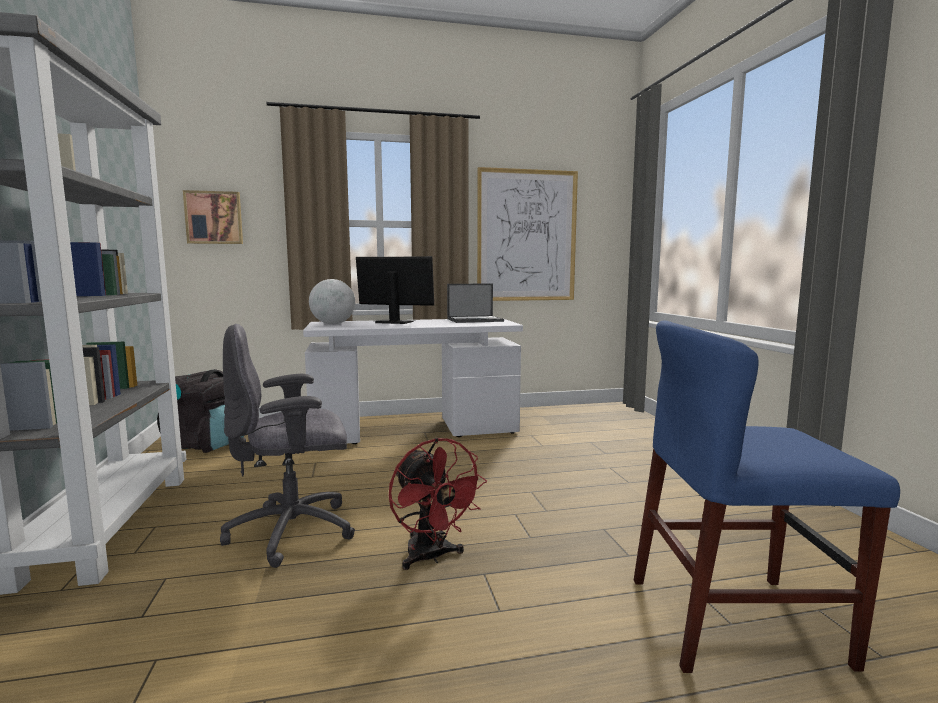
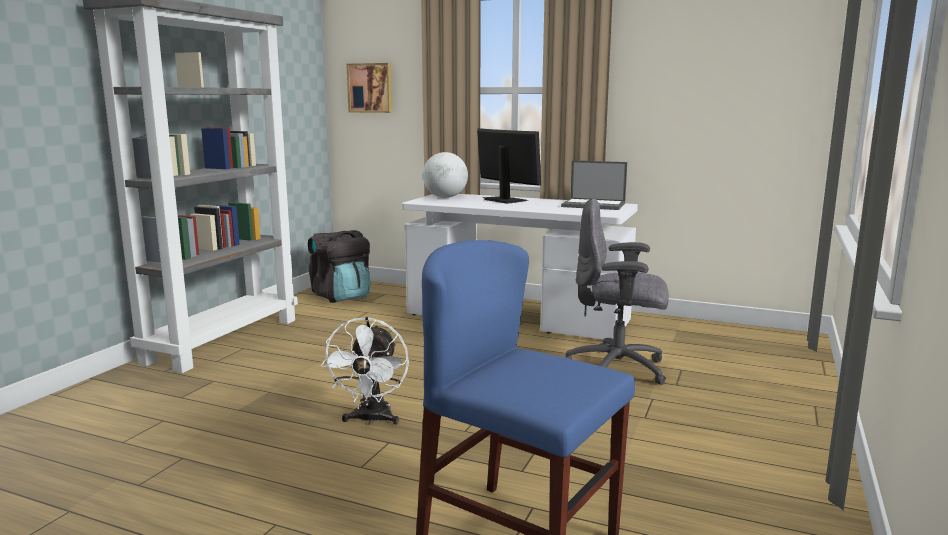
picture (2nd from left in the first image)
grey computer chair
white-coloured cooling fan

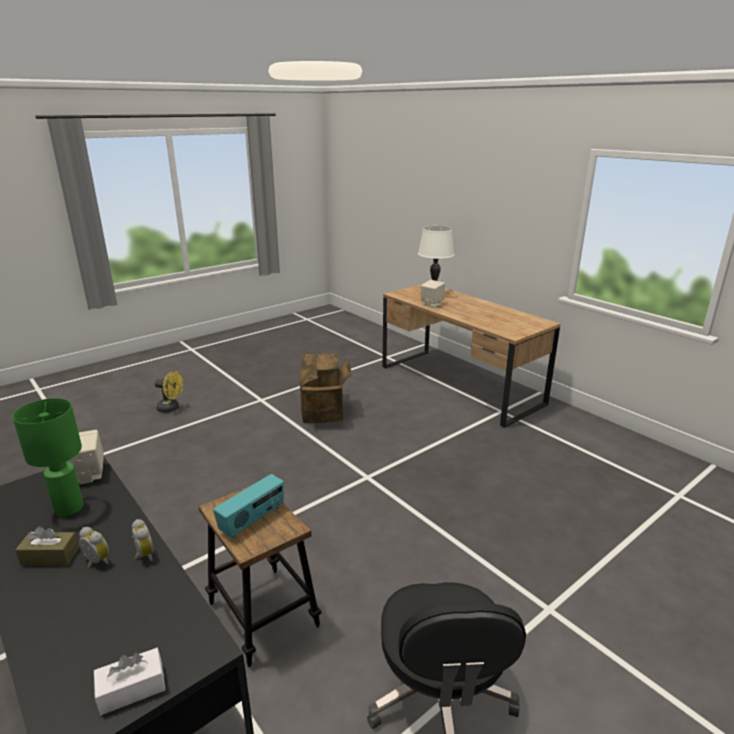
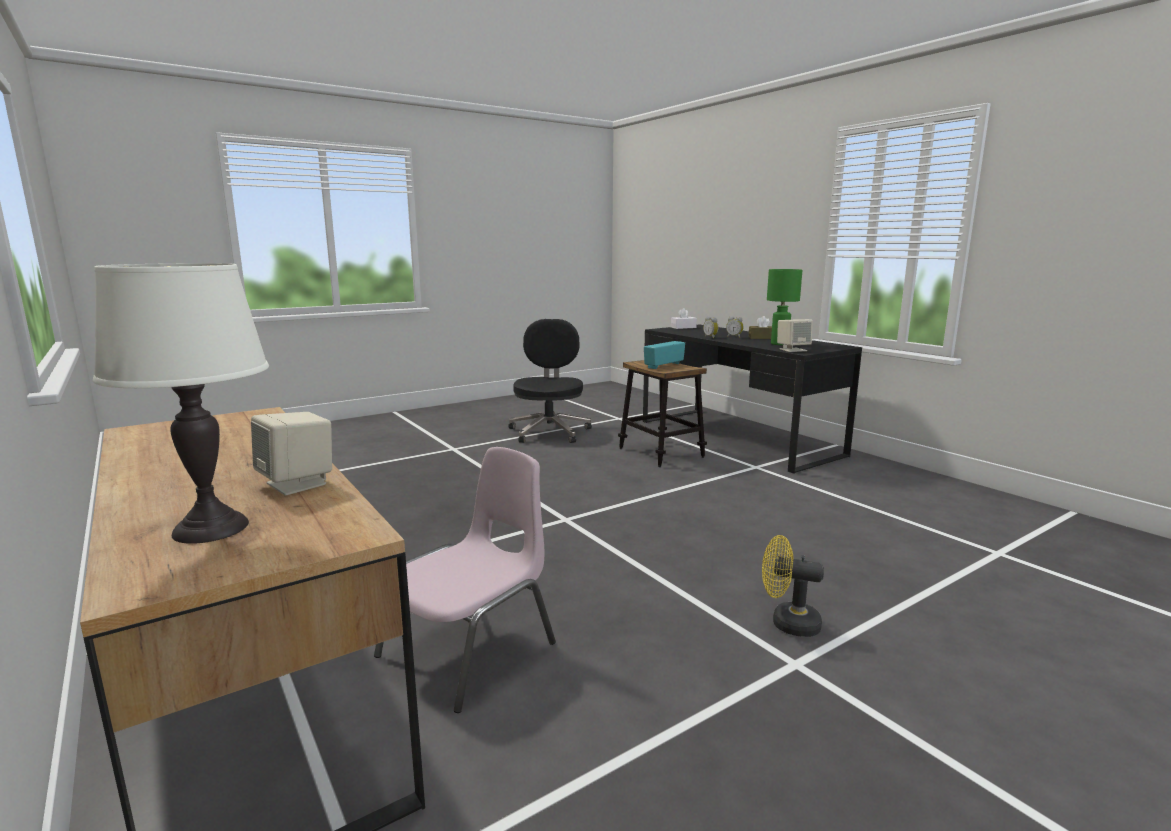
packing box
yellow cooling fan
pink-coloured chair

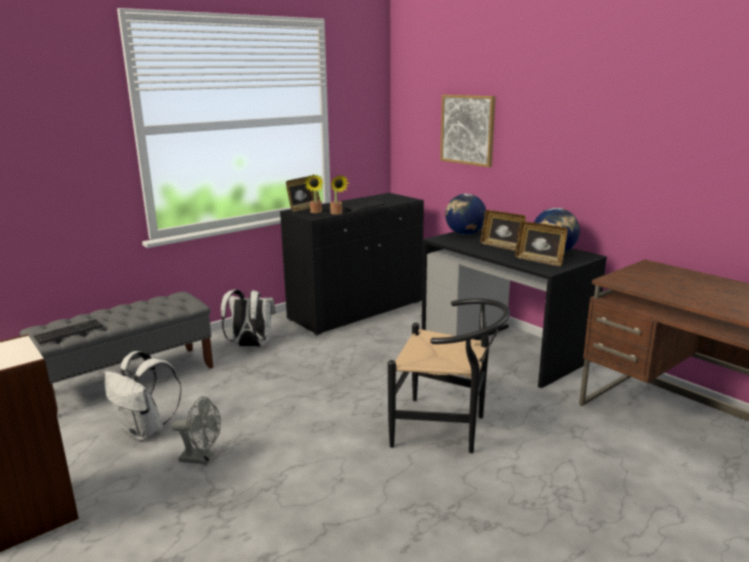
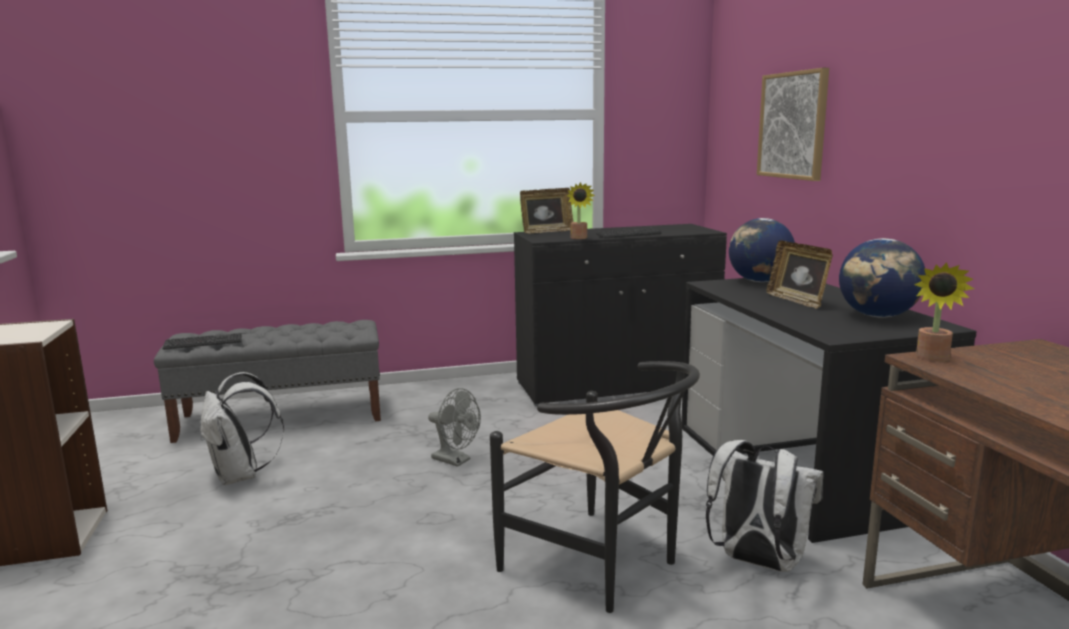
plant in a pot (2nd from left)
picture frame (3rd from left in the first image)
white-coloured rucksack (2nd from left)
grey cooling fan

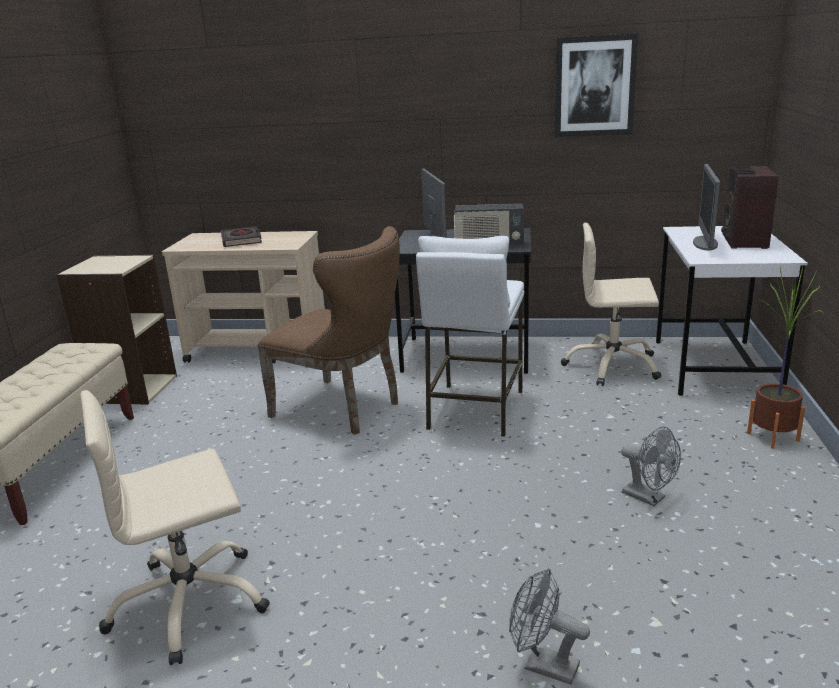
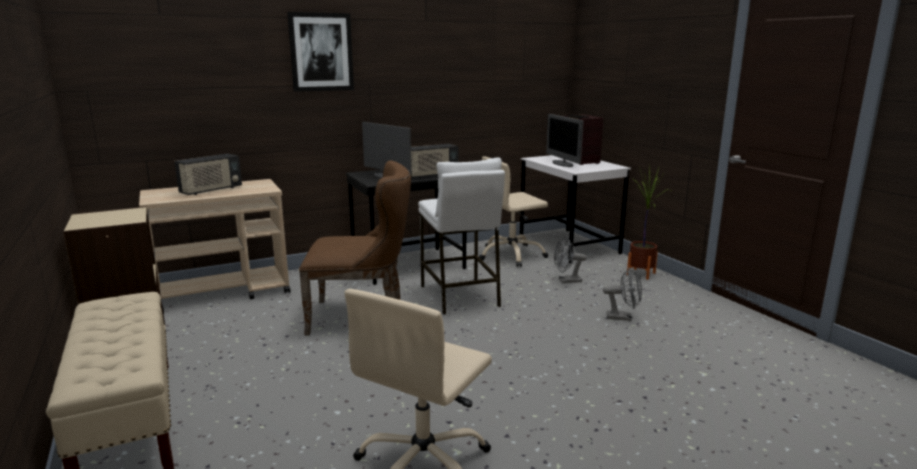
picture
radio (1st from left)
grey cooling fan (1st from left)

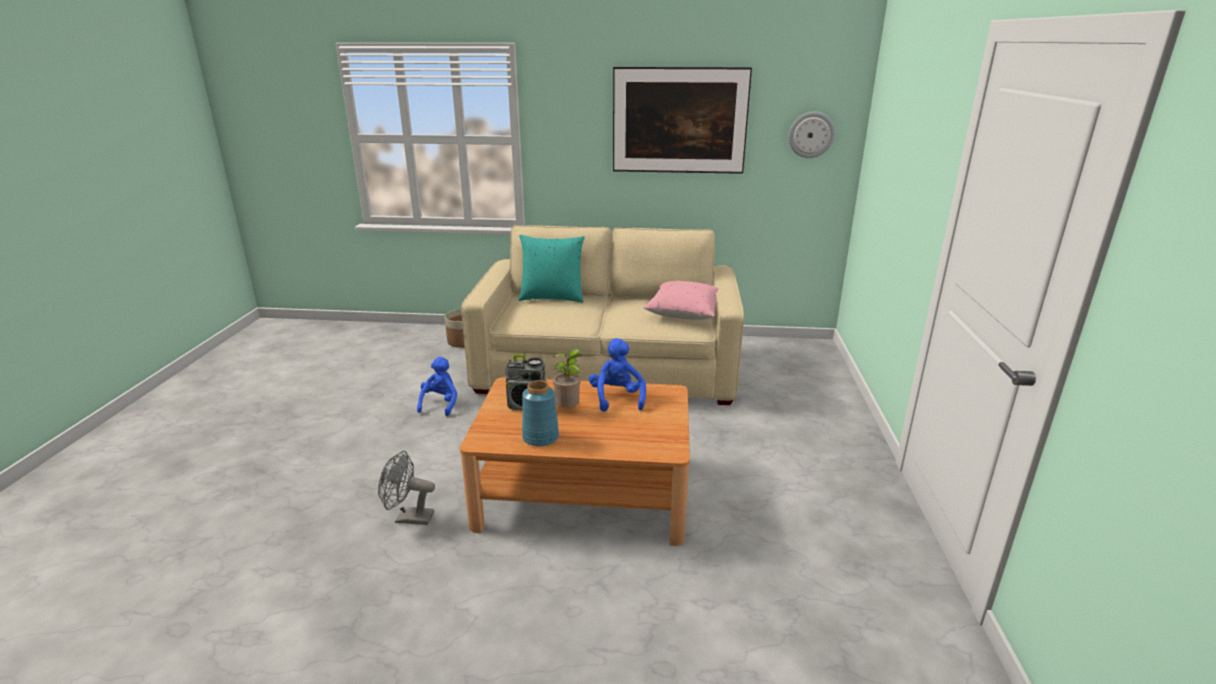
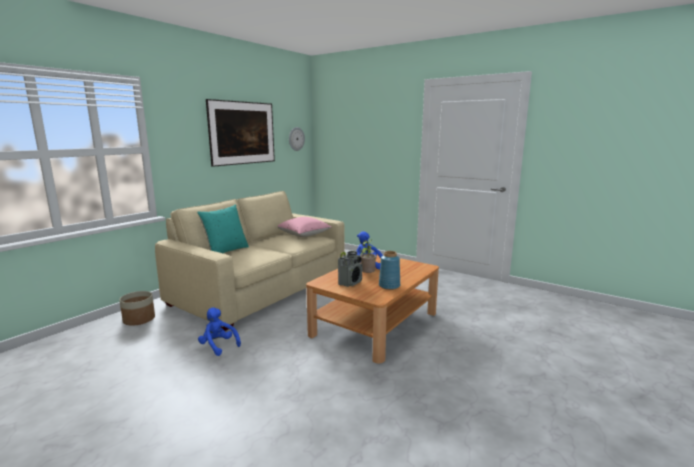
grey cooling fan

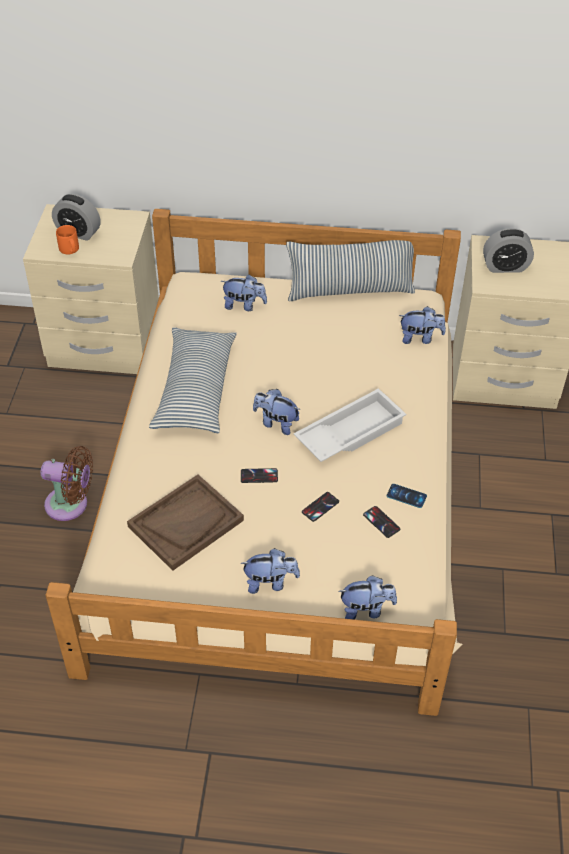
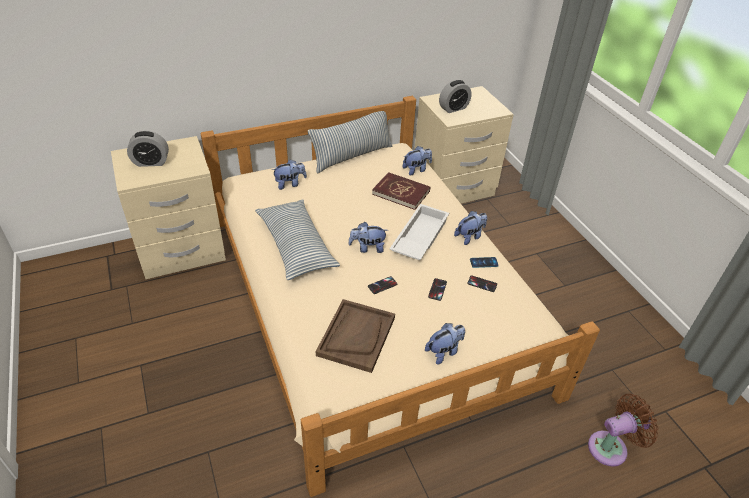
orangey tea mug
brown-coloured cooling fan
plush toy (5th from left)
red volume

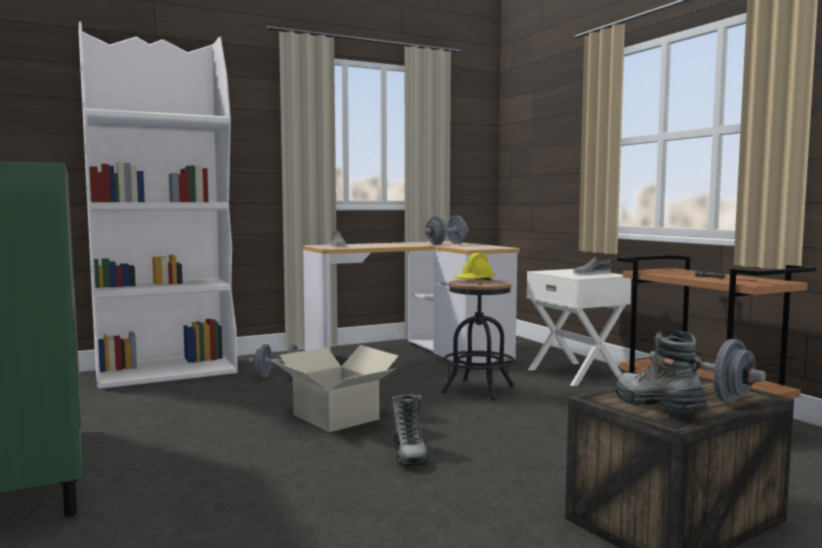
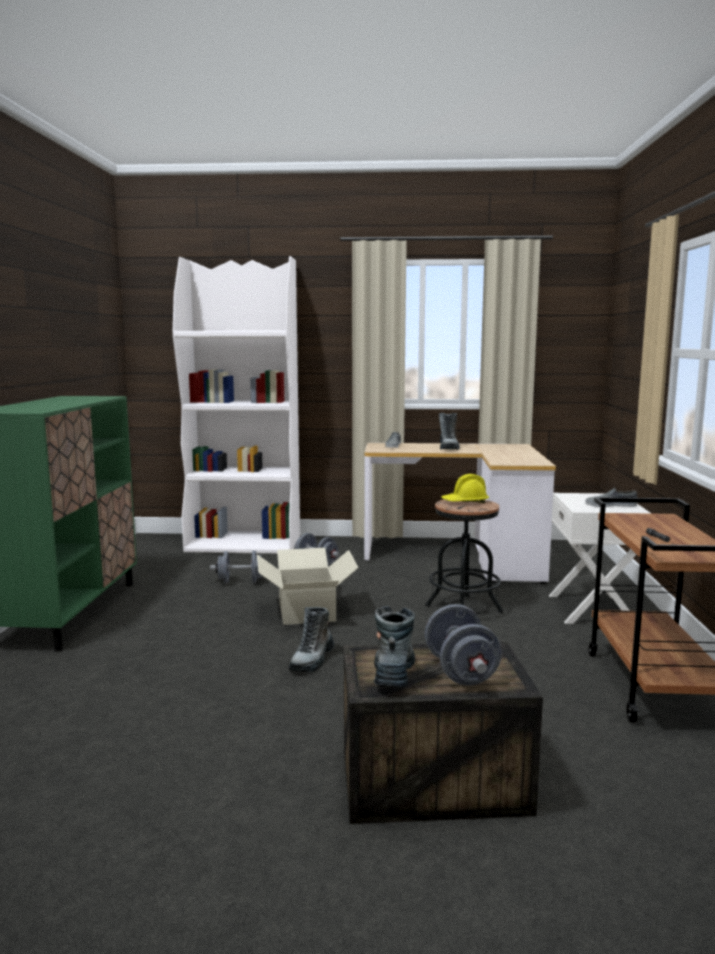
grey free weight (1st from left)
high-top boot (3rd from left)

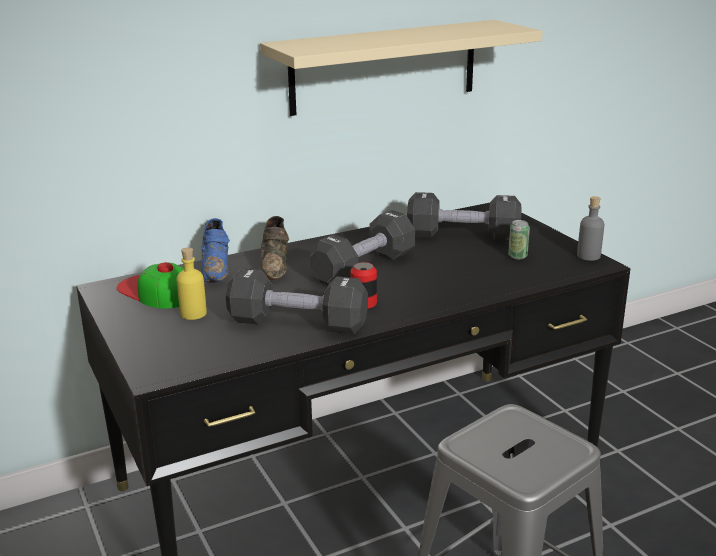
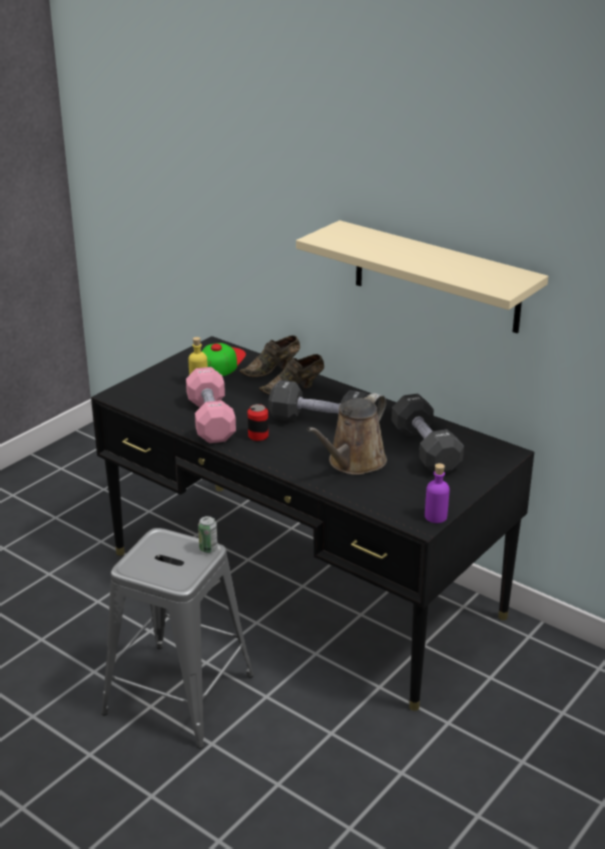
purple bottle
brown-coloured item of footwear (1st from left)
sealed can (1st from left)
pink-coloured free weight
brown-coloured sprinkling can

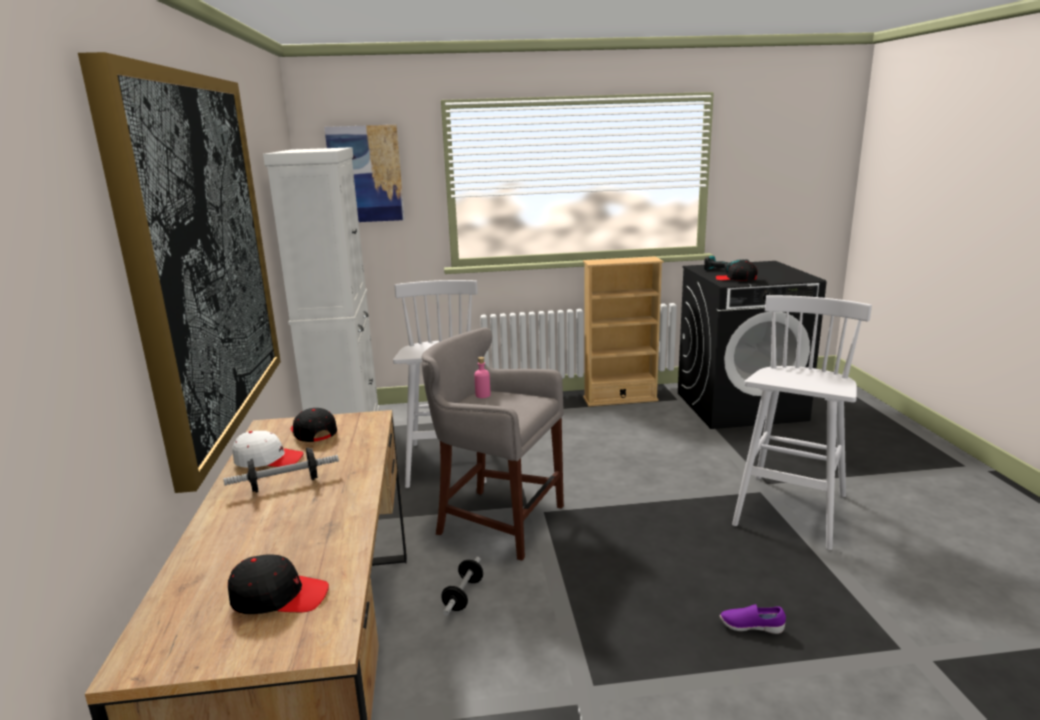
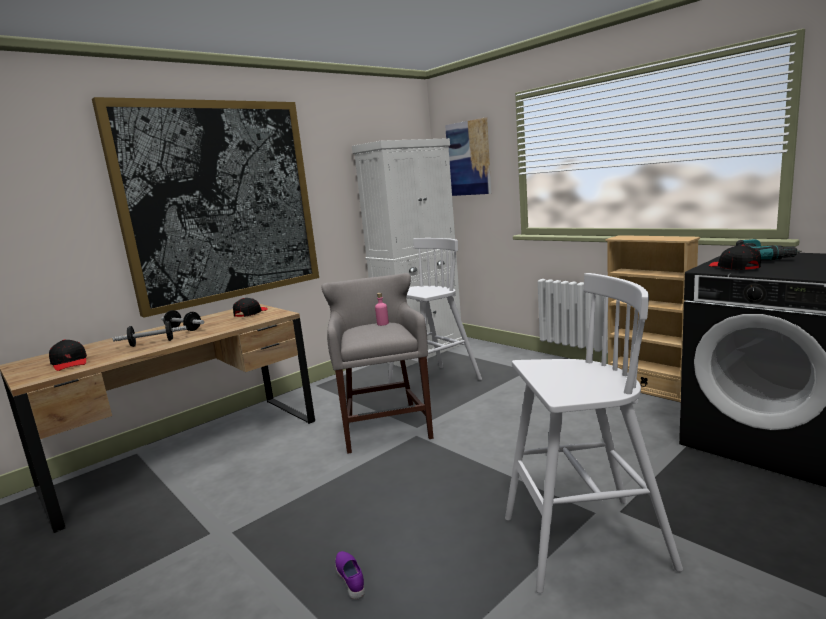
white-coloured peaked cap
free weight (1st from left)

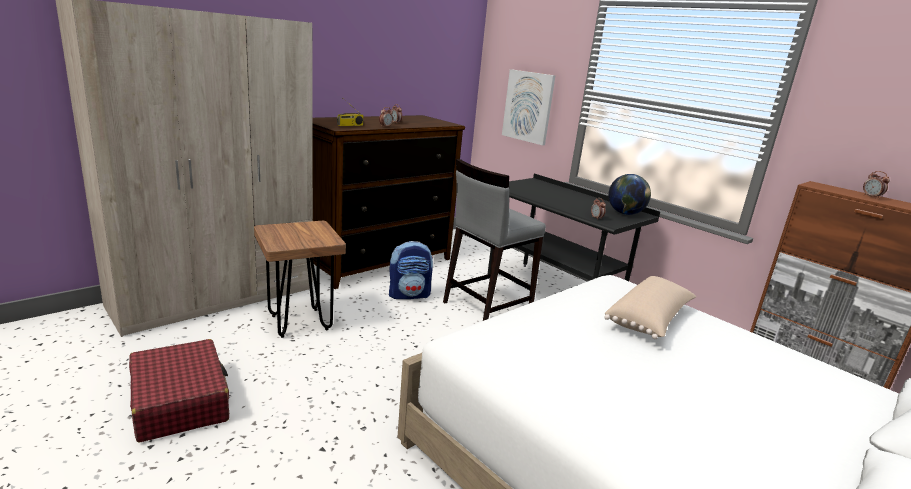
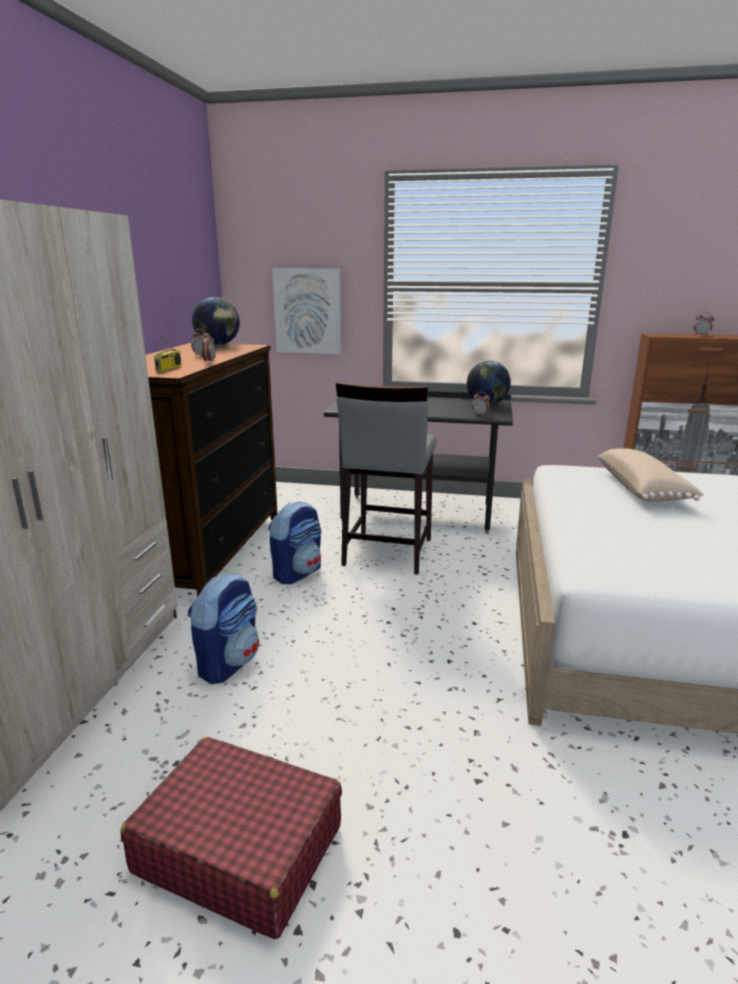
rucksack (1st from left)
globe (1st from left)

